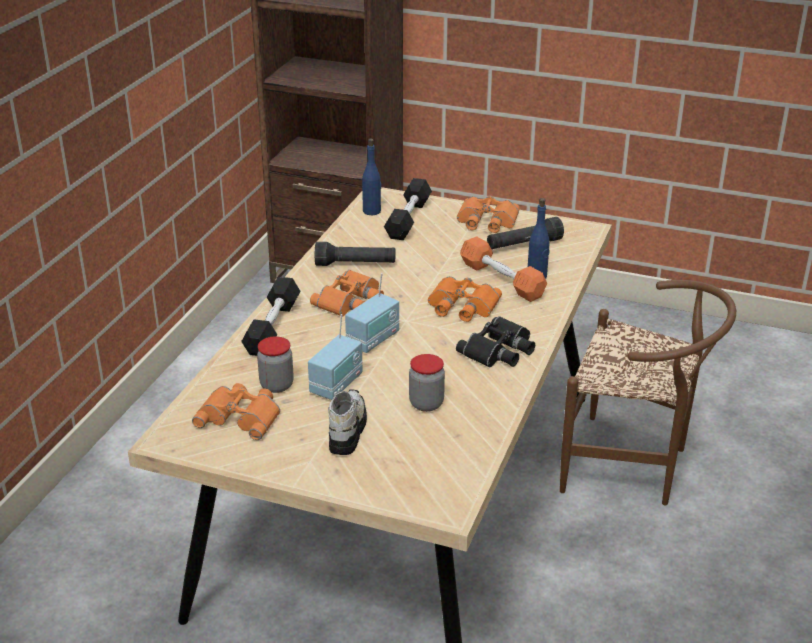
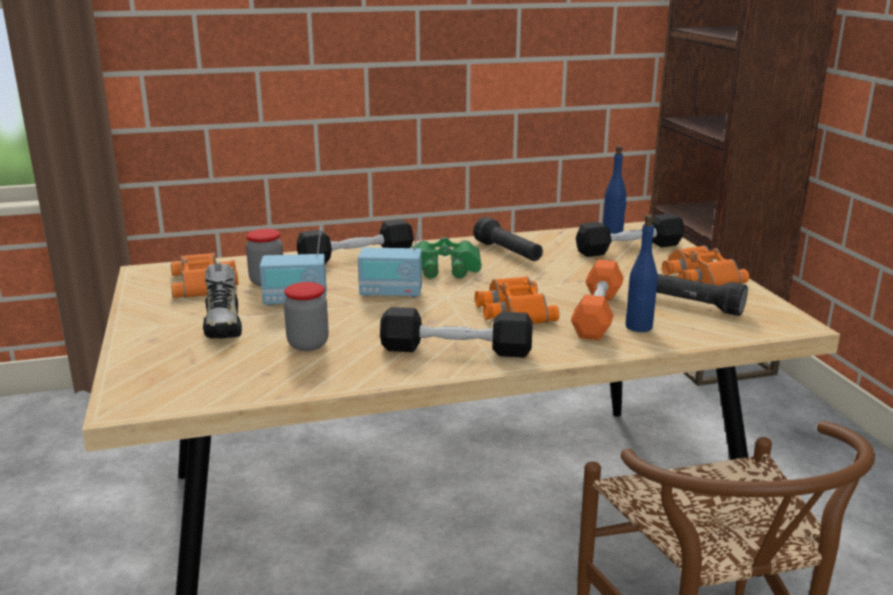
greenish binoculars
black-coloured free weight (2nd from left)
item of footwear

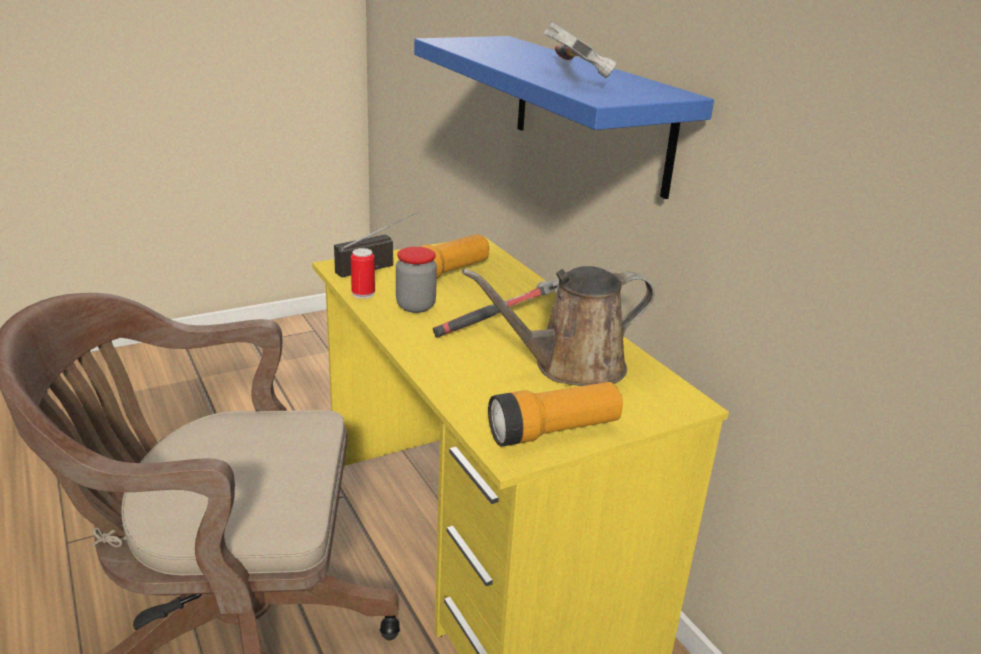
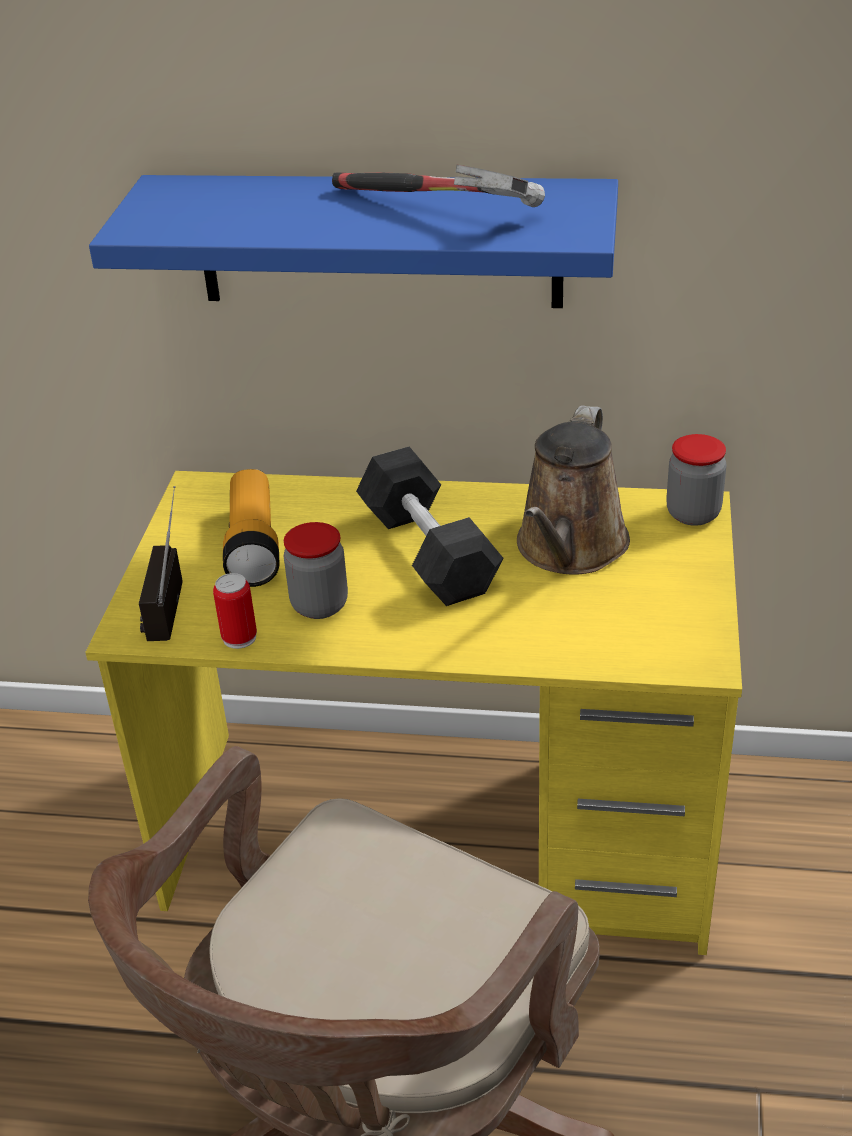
grey free weight
flashlight (2nd from left in the first image)
preserve jar (2nd from left)

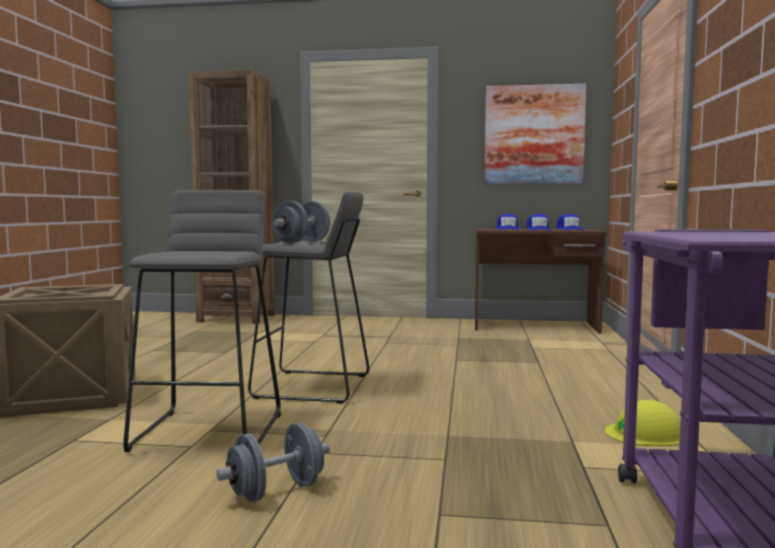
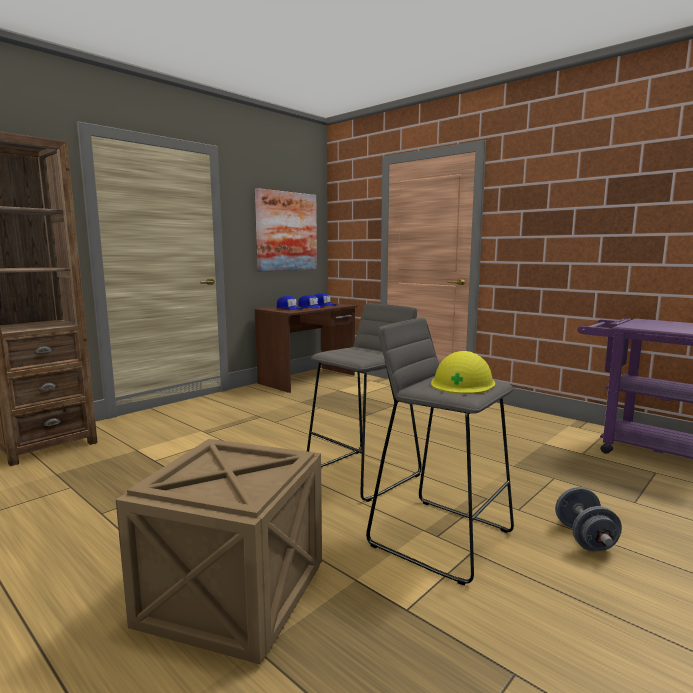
grey free weight (2nd from left in the first image)
yellow safety helmet

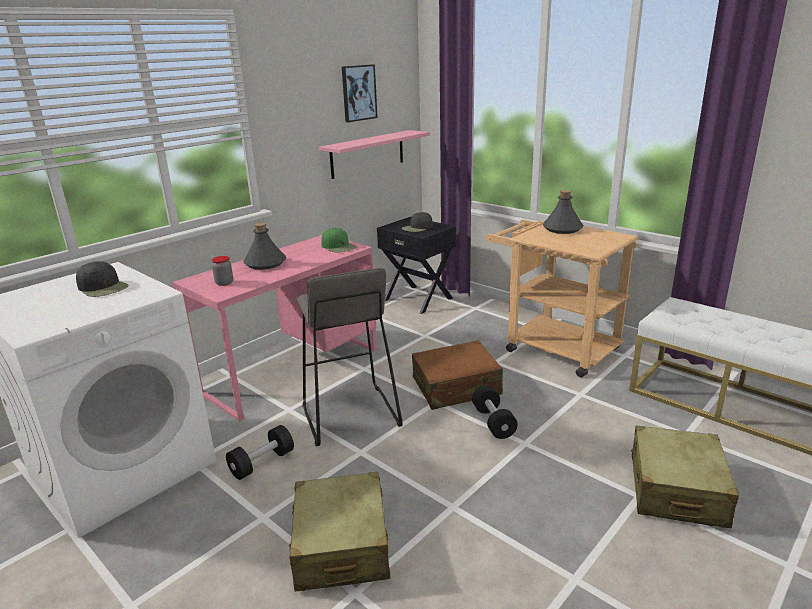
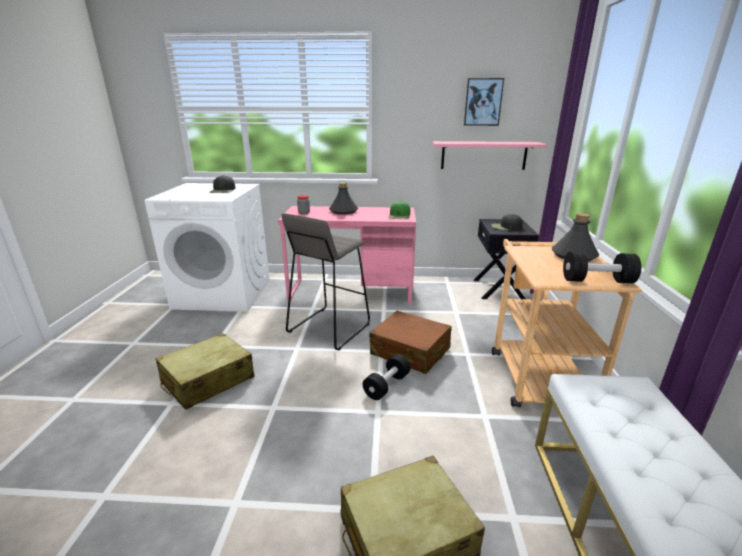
black-coloured free weight (2nd from left)

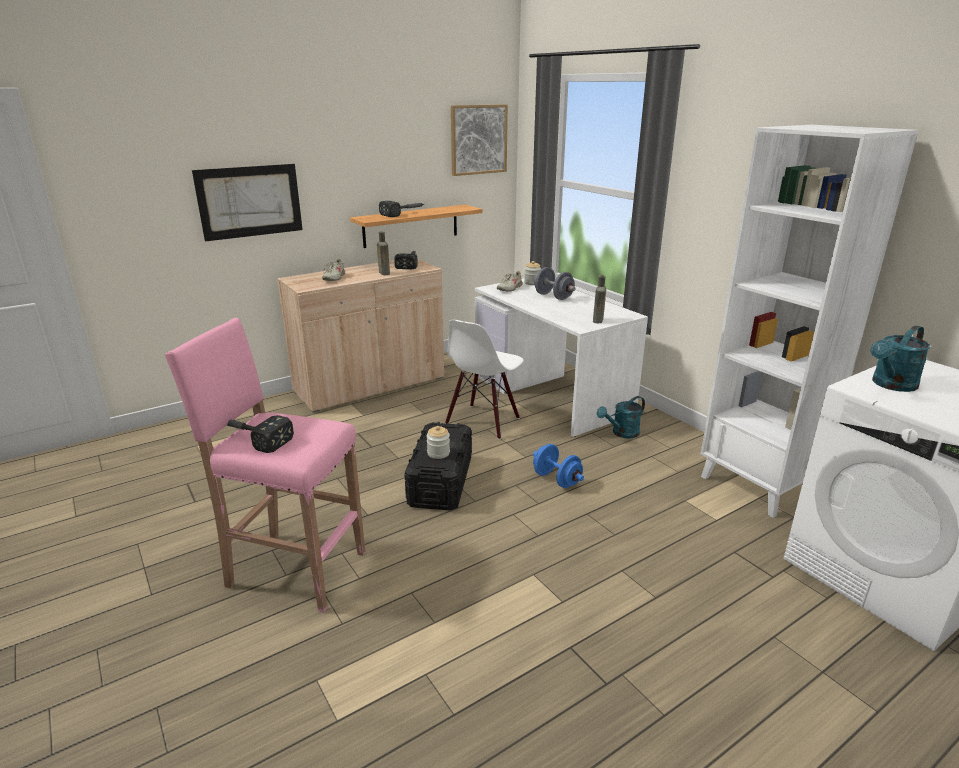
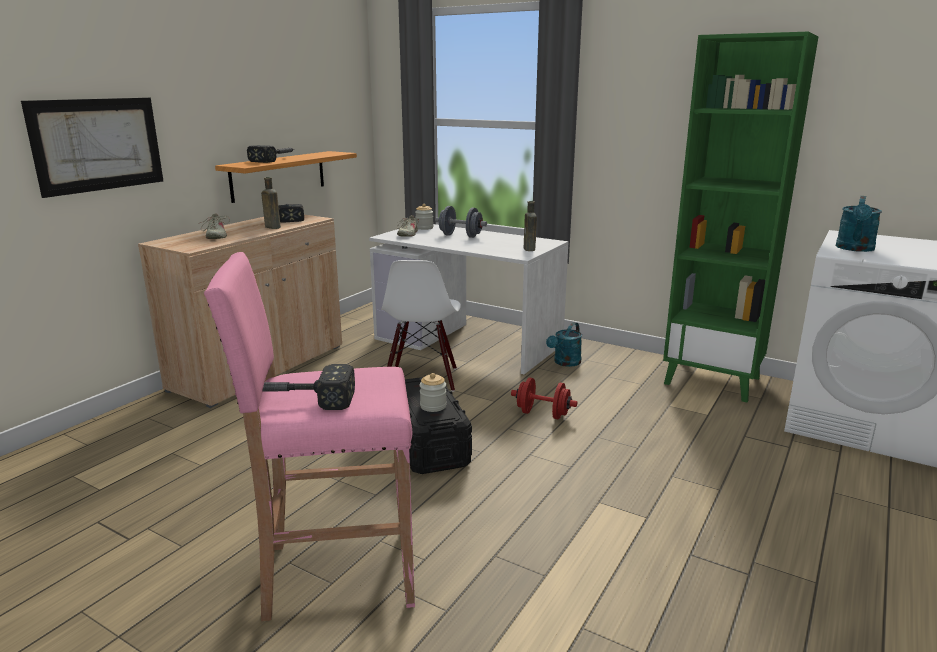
picture (2nd from left in the first image)
greenish shelving unit
red free weight

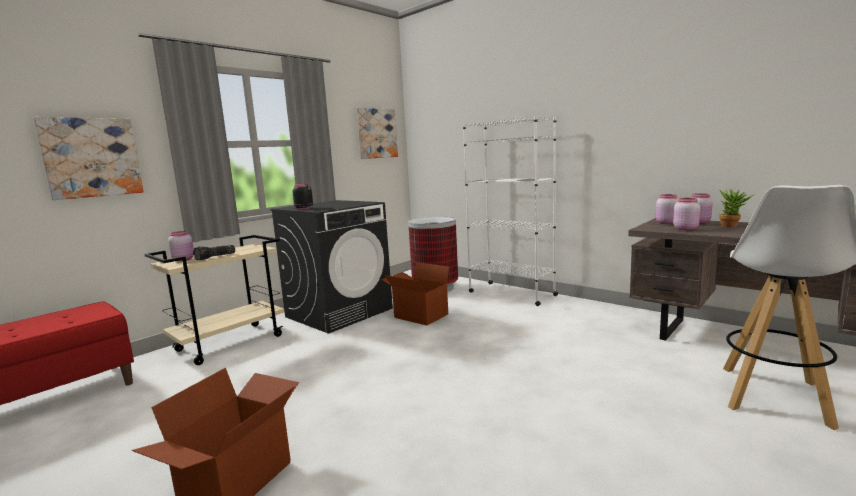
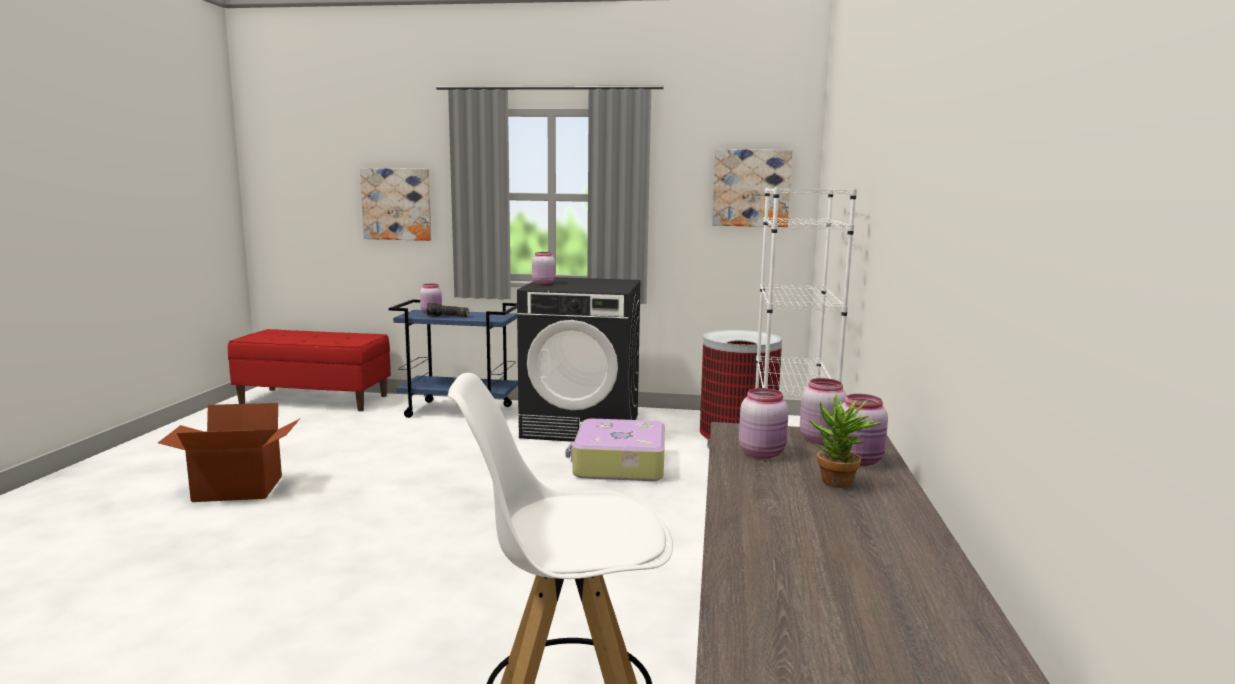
pink-coloured preserve jar (2nd from left)
blue trolley
suitcase

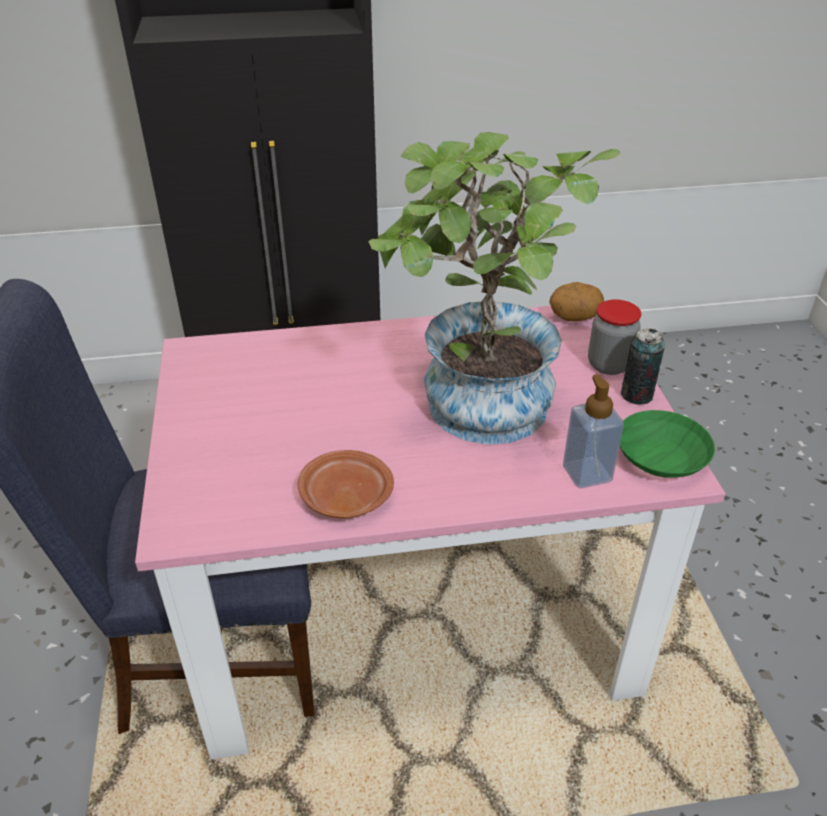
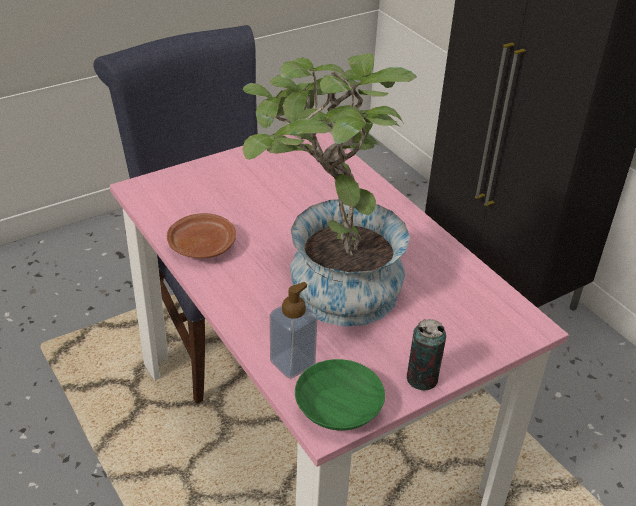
potato
preserve jar

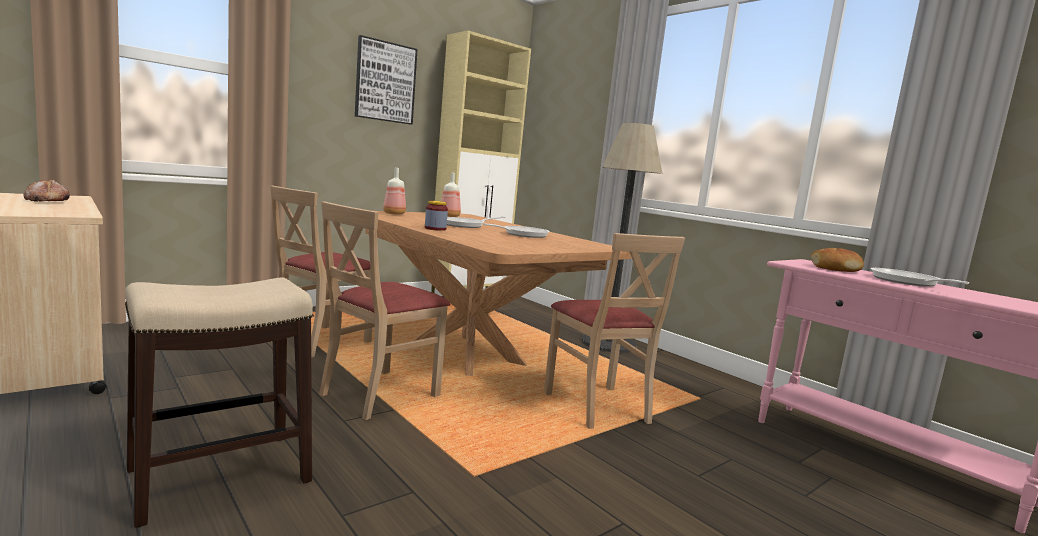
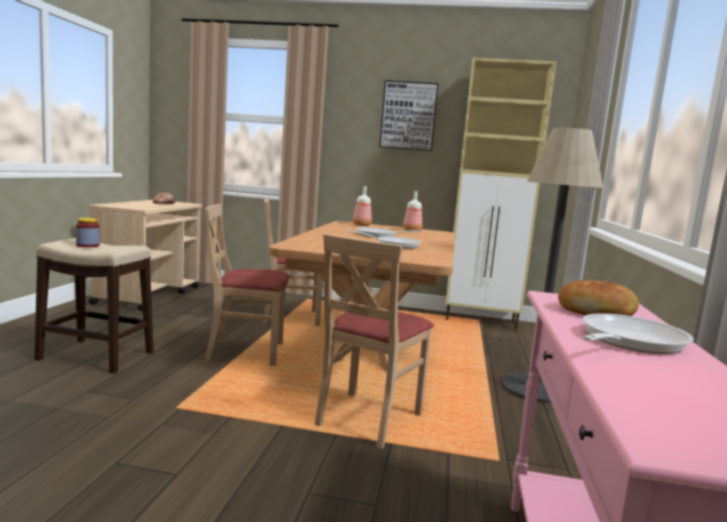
preserve jar

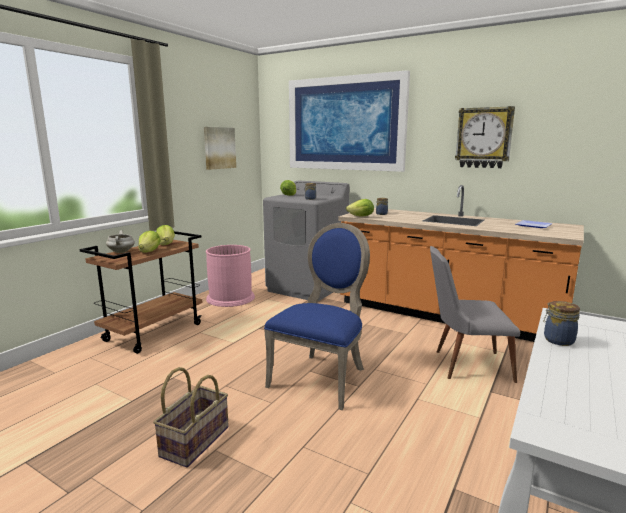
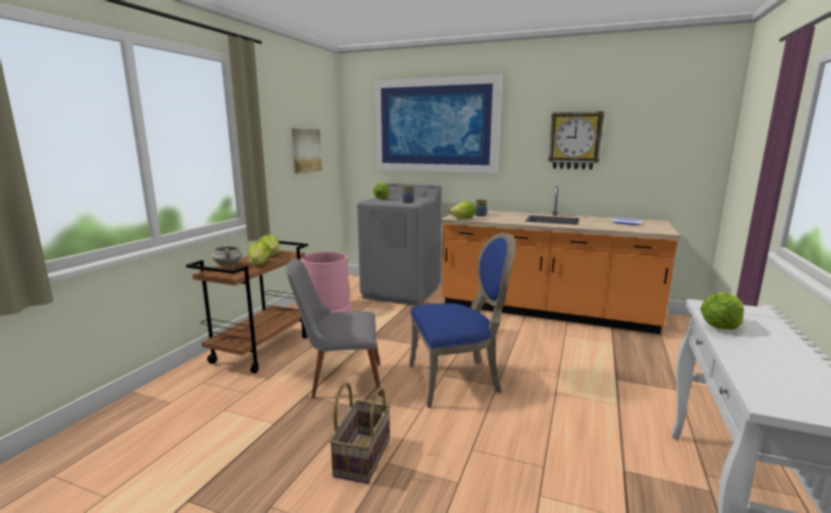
blue chair
grey chair
head of lettuce (5th from left)

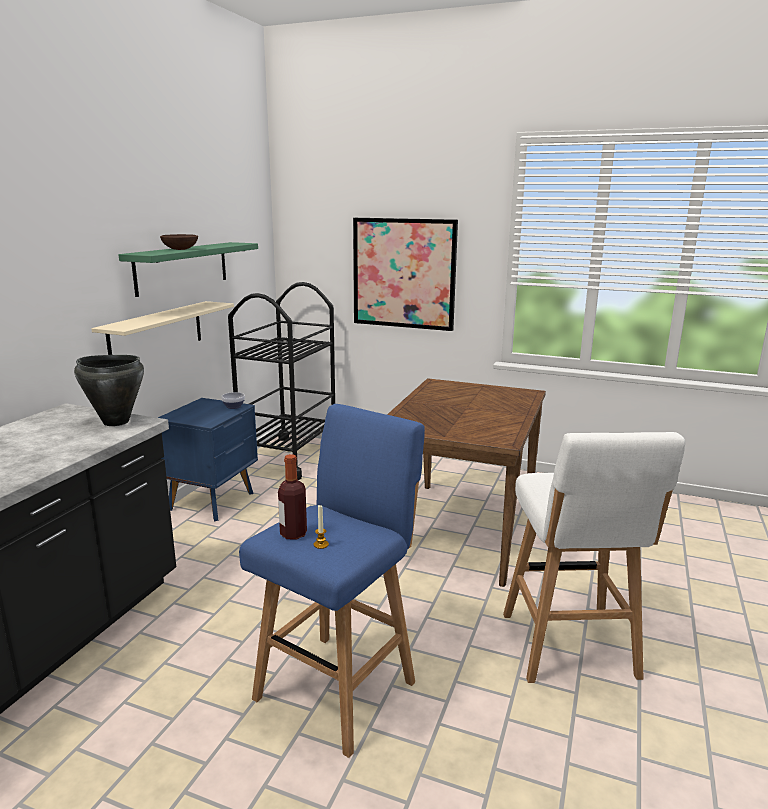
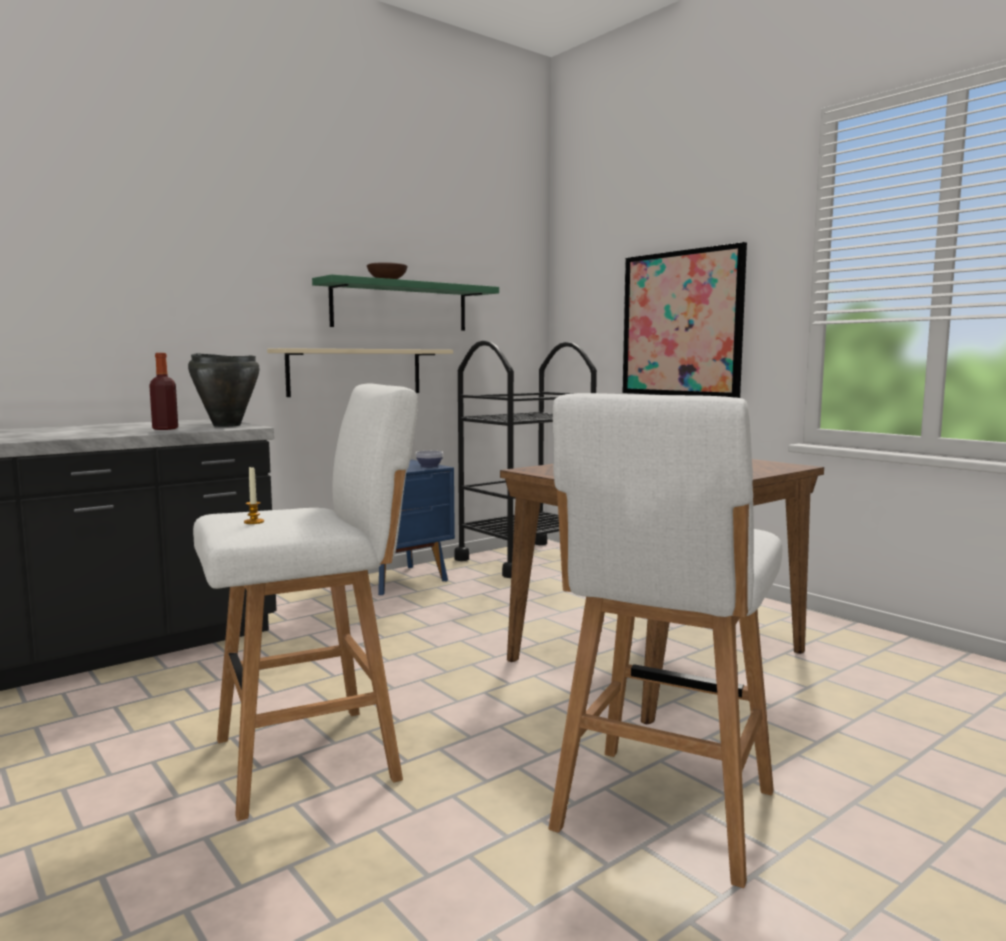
white-coloured stool seat (1st from left)
bottle

